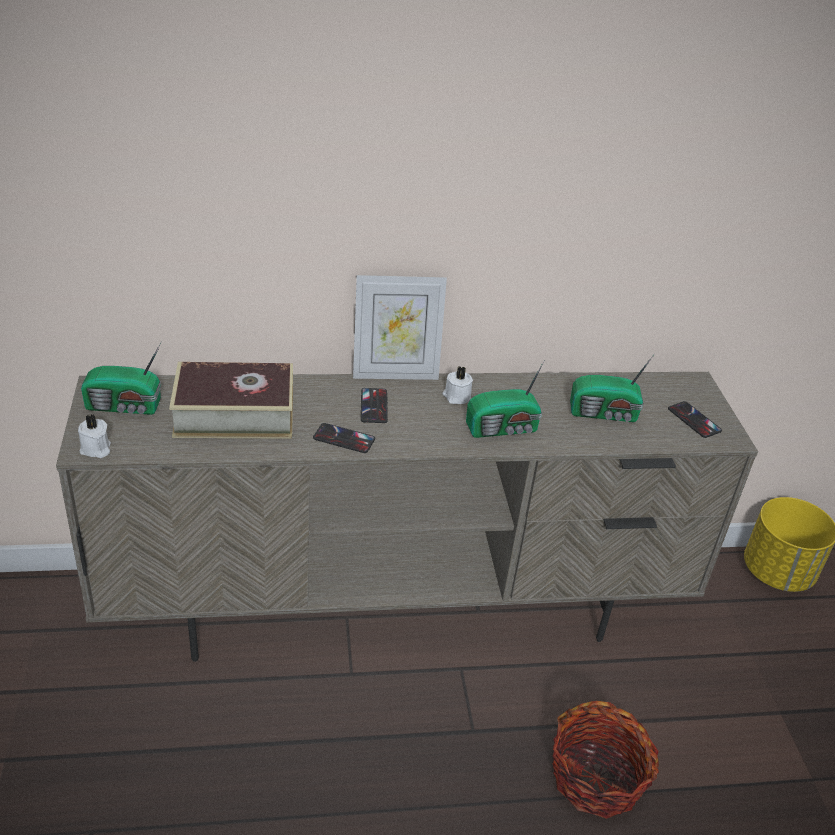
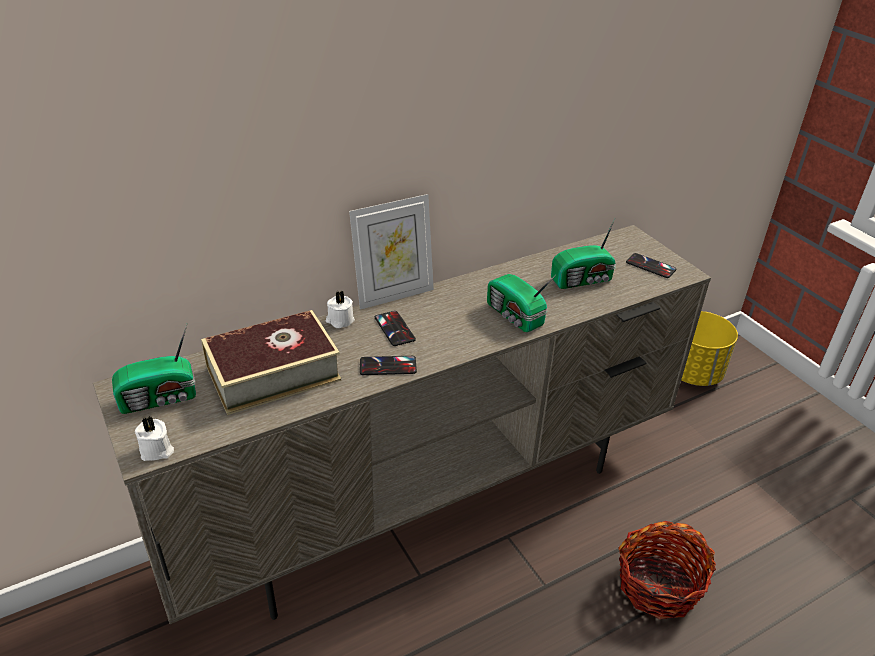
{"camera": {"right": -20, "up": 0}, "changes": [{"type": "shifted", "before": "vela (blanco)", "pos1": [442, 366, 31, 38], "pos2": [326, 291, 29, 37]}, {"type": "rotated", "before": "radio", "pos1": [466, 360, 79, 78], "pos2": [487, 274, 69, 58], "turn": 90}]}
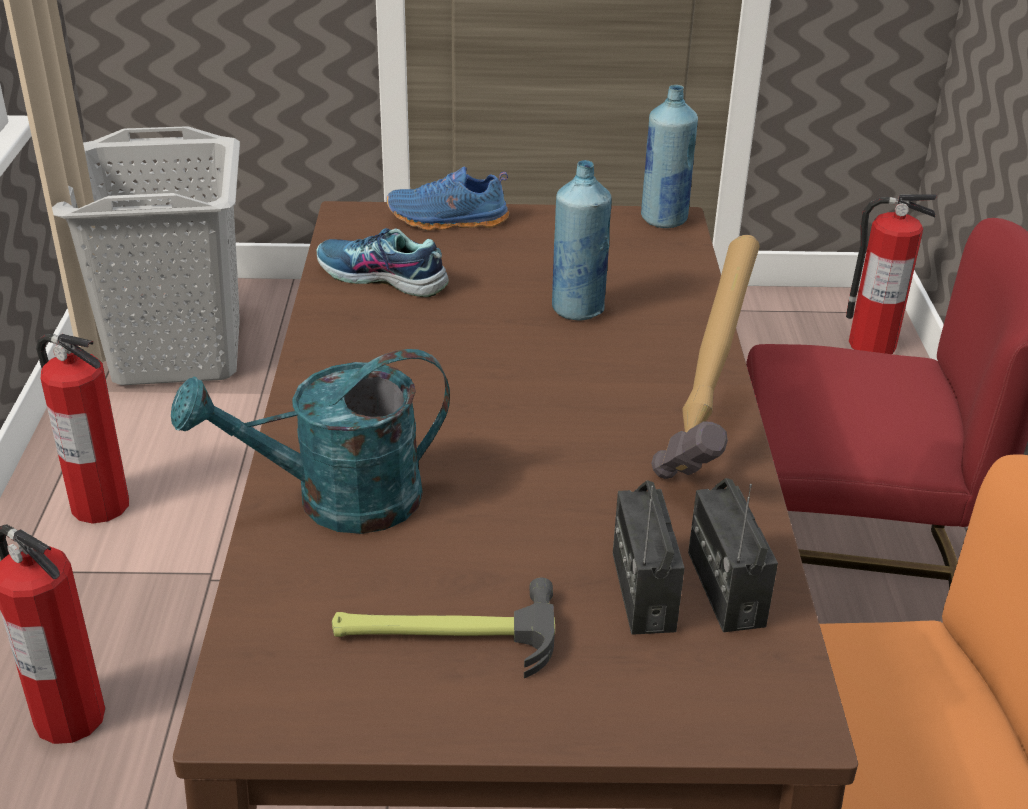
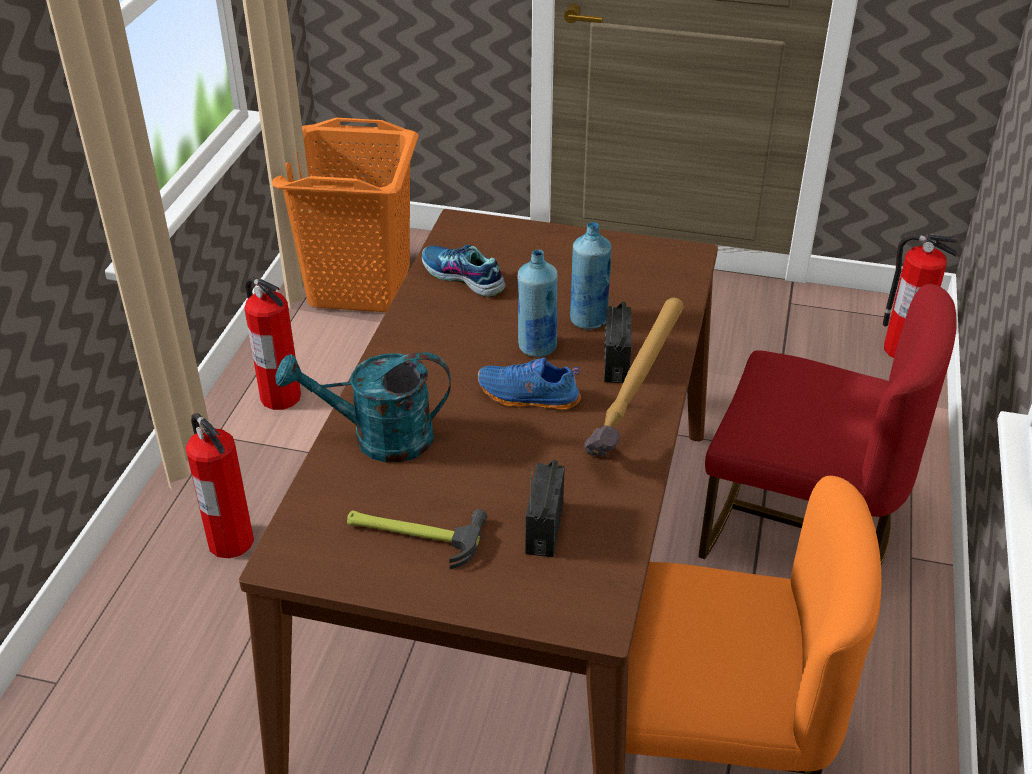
{"camera": {"right": 15, "up": 5}, "changes": [{"type": "repainted", "before": "cesto de la ropa (gris)", "after": "cesto de la ropa (naranja)", "pos1": [52, 126, 188, 259], "pos2": [272, 118, 147, 194]}, {"type": "shifted", "before": "zapato (azul)", "pos1": [386, 167, 123, 63], "pos2": [478, 358, 103, 53]}, {"type": "shifted", "before": "botella (azul)", "pos1": [641, 85, 57, 143], "pos2": [518, 249, 40, 108]}, {"type": "shifted", "before": "radio", "pos1": [688, 478, 90, 154], "pos2": [604, 300, 27, 83]}]}
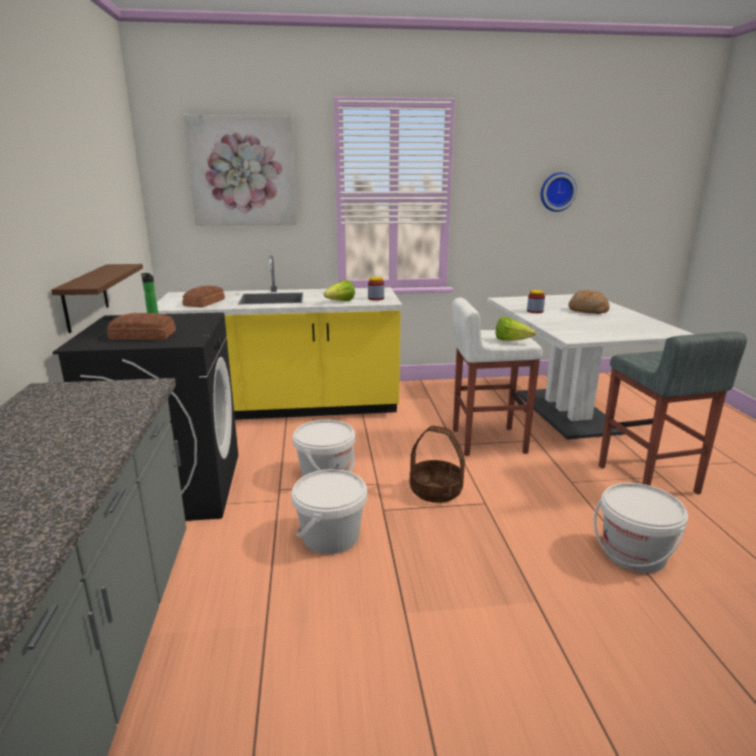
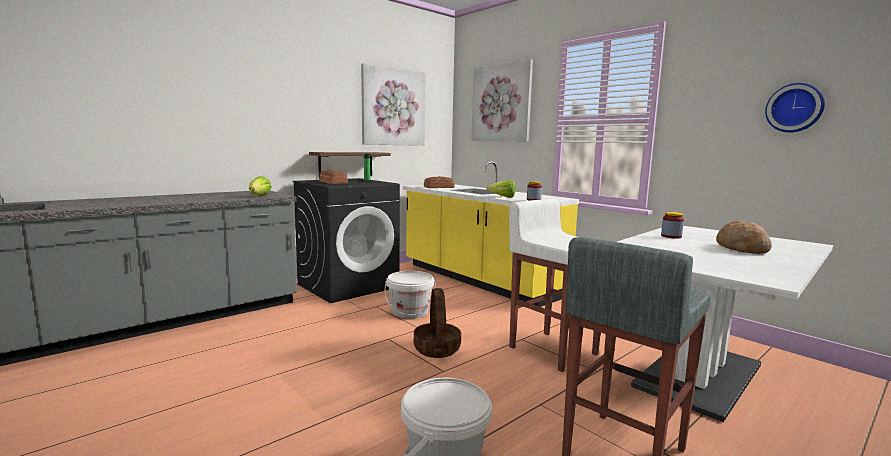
{"camera": {"right": 55, "up": -10}, "changes": [{"type": "gone", "before": "cubo (blanco)", "pos1": [291, 469, 76, 85]}, {"type": "shifted", "before": "lechuga", "pos1": [495, 317, 41, 24], "pos2": [249, 176, 23, 20]}, {"type": "new", "after": "cuadro", "pos2": [361, 63, 65, 83]}]}
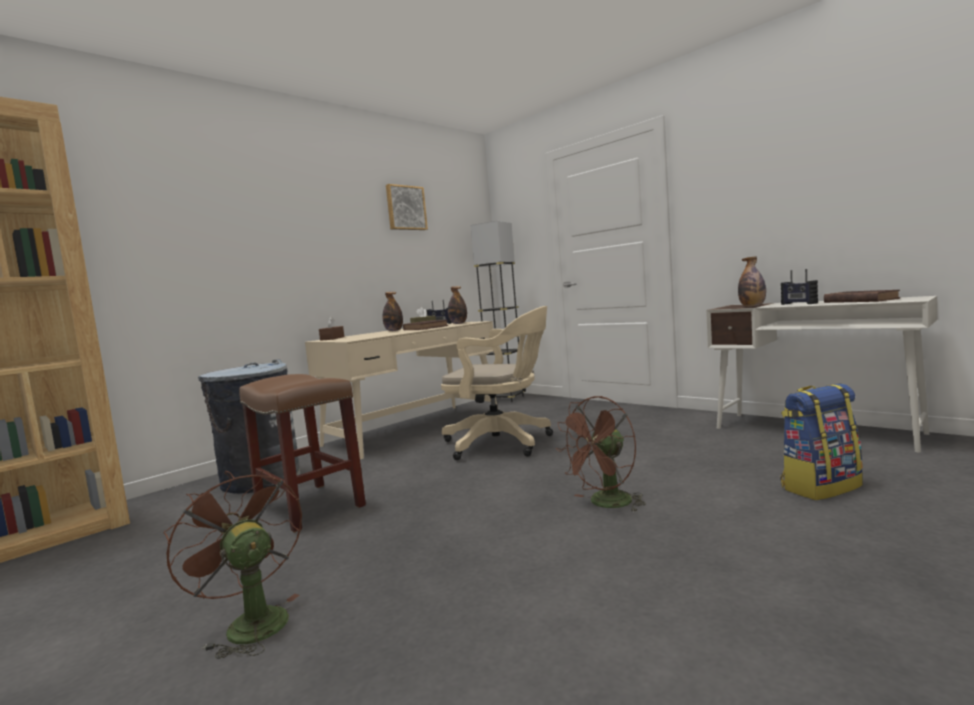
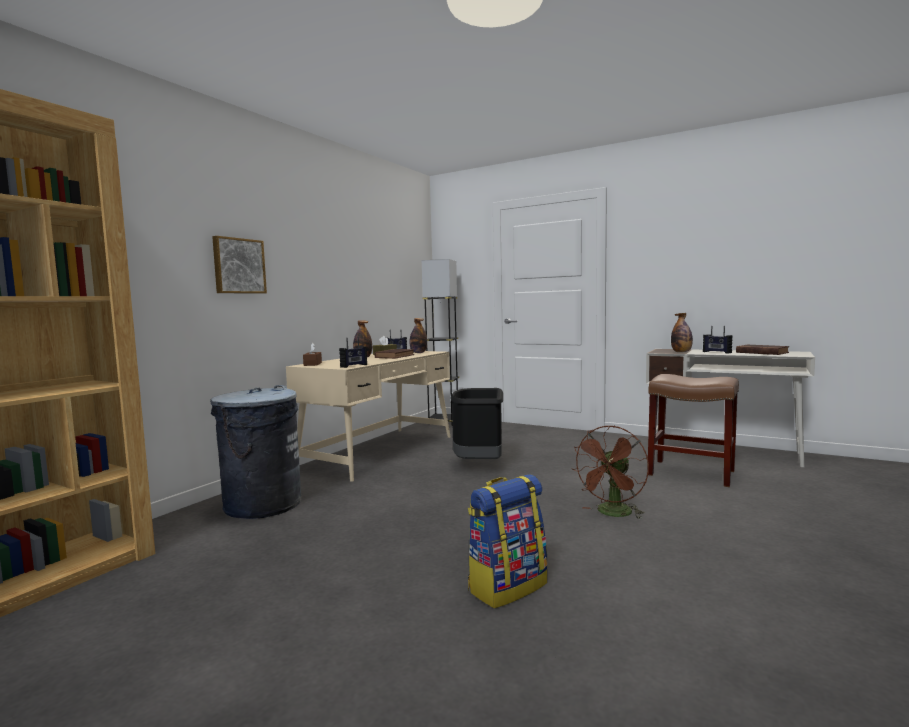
{"camera": {"right": -15, "up": 0}, "changes": [{"type": "gone", "before": "ventilador (marrón)", "pos1": [163, 470, 139, 189]}, {"type": "shifted", "before": "taburete (marrón)", "pos1": [239, 374, 127, 159], "pos2": [647, 374, 92, 113]}, {"type": "shifted", "before": "cuadro", "pos1": [386, 184, 42, 46], "pos2": [212, 236, 55, 58]}, {"type": "swapped", "before": "silla de oficina (beis)", "after": "papelera (negro)", "pos1": [441, 306, 112, 154], "pos2": [450, 388, 53, 71]}, {"type": "shifted", "before": "mochila", "pos1": [781, 384, 82, 116], "pos2": [468, 474, 80, 135]}, {"type": "new", "after": "radio", "pos2": [339, 337, 28, 31]}]}
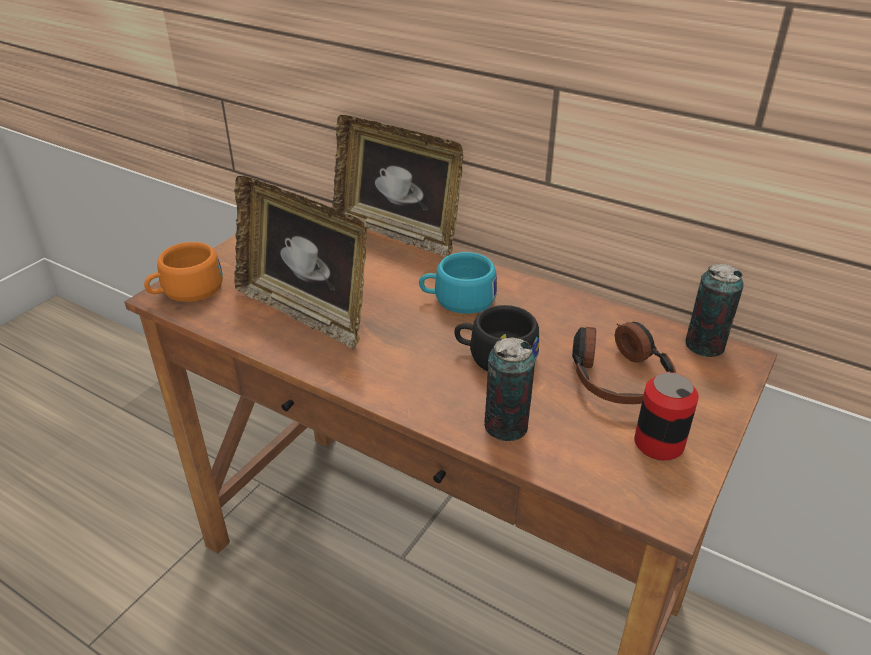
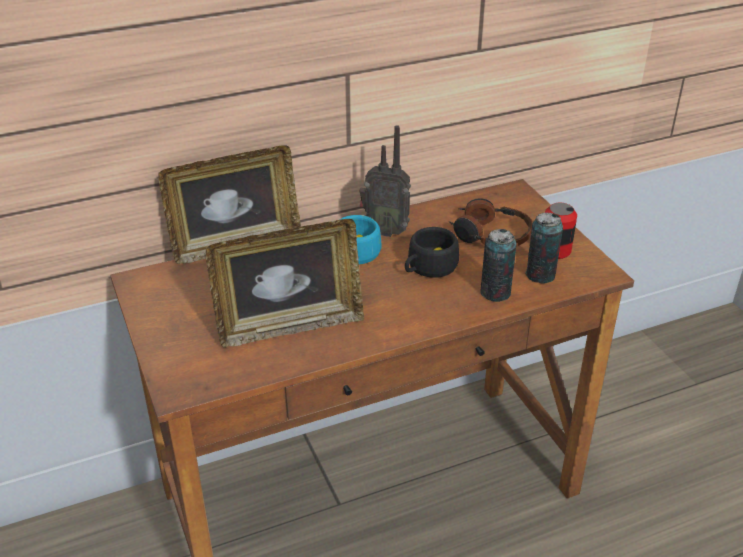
{"camera": {"right": -55, "up": 0}, "changes": [{"type": "gone", "before": "taza (naranja)", "pos1": [144, 242, 79, 60]}, {"type": "shifted", "before": "lata", "pos1": [685, 264, 59, 93], "pos2": [525, 213, 38, 71]}, {"type": "new", "after": "radio", "pos2": [360, 125, 51, 112]}]}
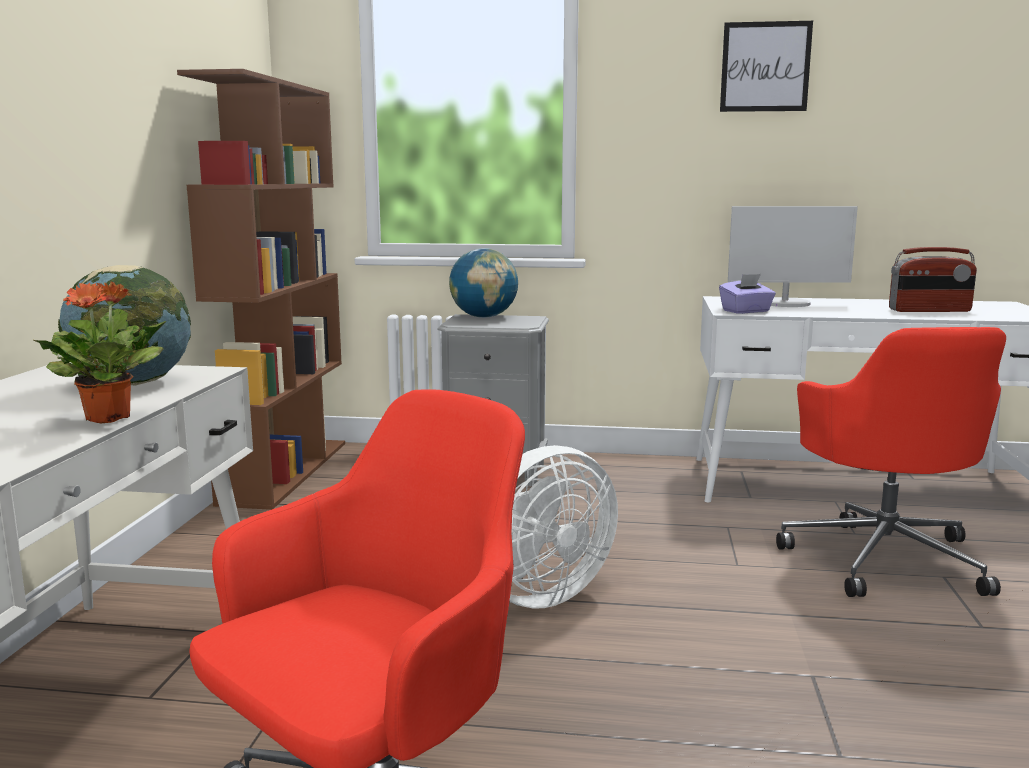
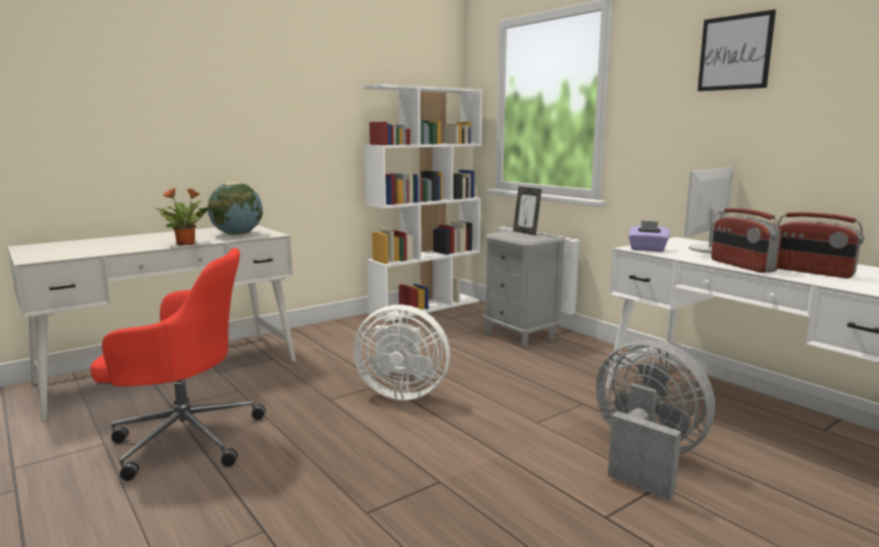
{"camera": {"right": 45, "up": 0}, "changes": [{"type": "repainted", "before": "estantería (marrón)", "after": "estantería (blanco)", "pos1": [177, 69, 168, 441], "pos2": [362, 84, 121, 237]}, {"type": "swapped", "before": "globo terráqueo", "after": "portarretratos", "pos1": [449, 248, 69, 70], "pos2": [513, 187, 29, 49]}, {"type": "rotated", "before": "monitor", "pos1": [728, 206, 130, 101], "pos2": [684, 167, 50, 86], "turn": 90}, {"type": "swapped", "before": "silla de oficina (rojo)", "after": "ventilador (gris)", "pos1": [776, 327, 230, 270], "pos2": [596, 339, 119, 161]}, {"type": "new", "after": "radio", "pos2": [711, 208, 71, 65]}]}
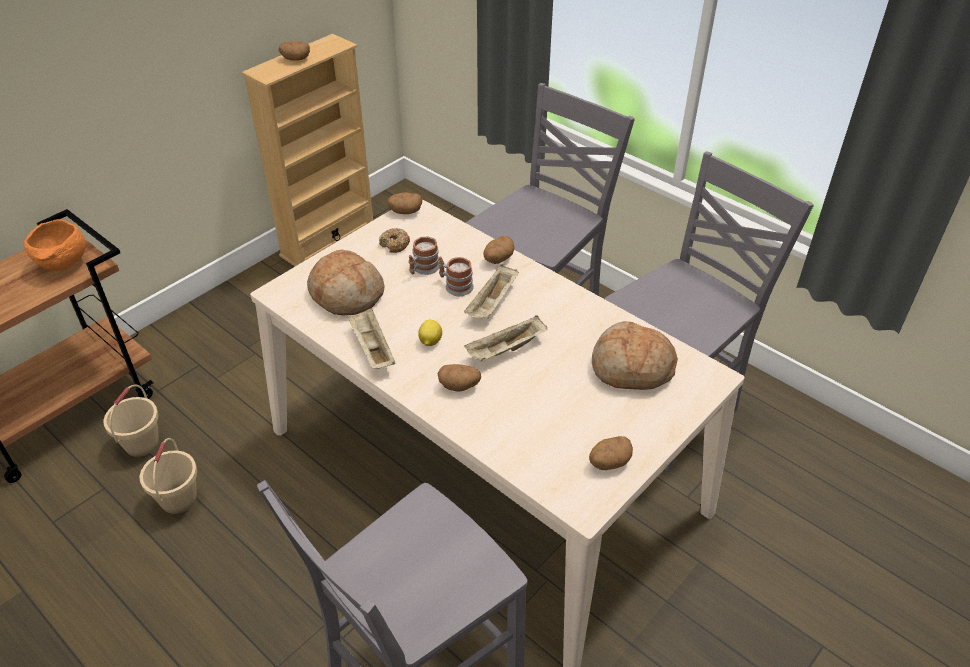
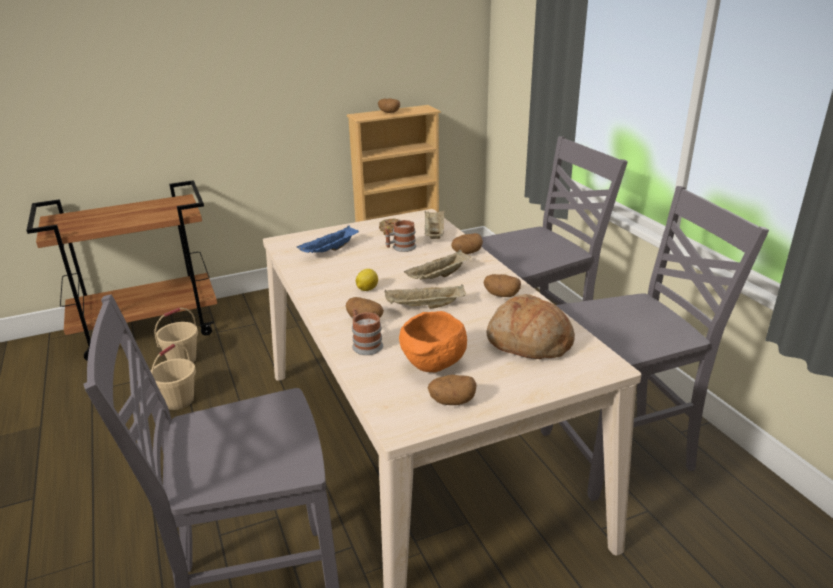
{"camera": {"right": 25, "up": -15}, "changes": [{"type": "shifted", "before": "cuenco (naranja)", "pos1": [24, 219, 62, 52], "pos2": [399, 311, 68, 61]}, {"type": "swapped", "before": "pan", "after": "bandeja (azul)", "pos1": [307, 250, 77, 65], "pos2": [297, 226, 62, 27]}, {"type": "shifted", "before": "bandeja (beis)", "pos1": [348, 308, 47, 61], "pos2": [425, 211, 19, 28]}, {"type": "shifted", "before": "patata", "pos1": [387, 192, 35, 22], "pos2": [483, 274, 38, 23]}, {"type": "shifted", "before": "taza grande", "pos1": [439, 256, 35, 40], "pos2": [352, 309, 31, 46]}]}
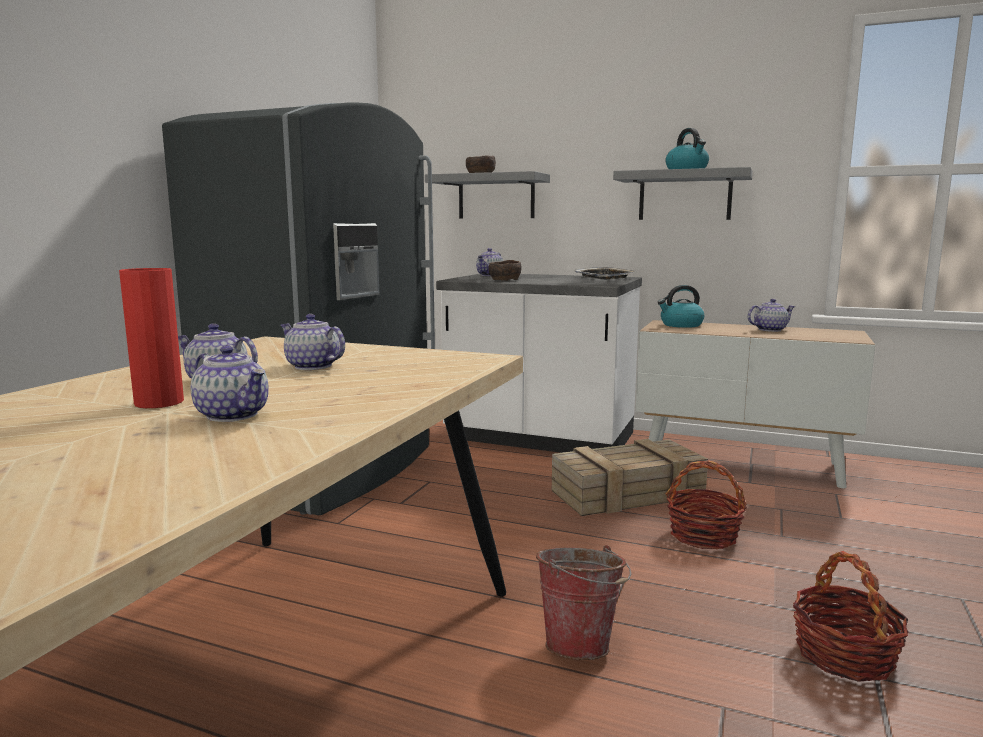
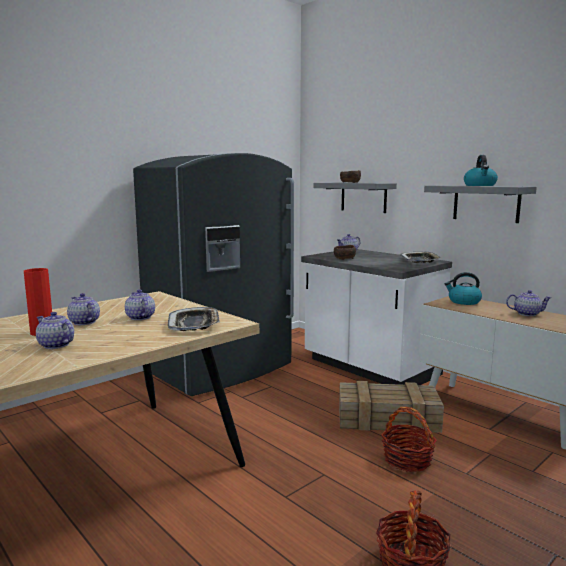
{"camera": {"right": 25, "up": 0}, "changes": [{"type": "rotated", "before": "tetera", "pos1": [190, 345, 79, 77], "pos2": [36, 312, 38, 37], "turn": 150}, {"type": "gone", "before": "cubo", "pos1": [536, 545, 95, 115]}, {"type": "new", "after": "bandeja", "pos2": [168, 307, 52, 24]}]}
